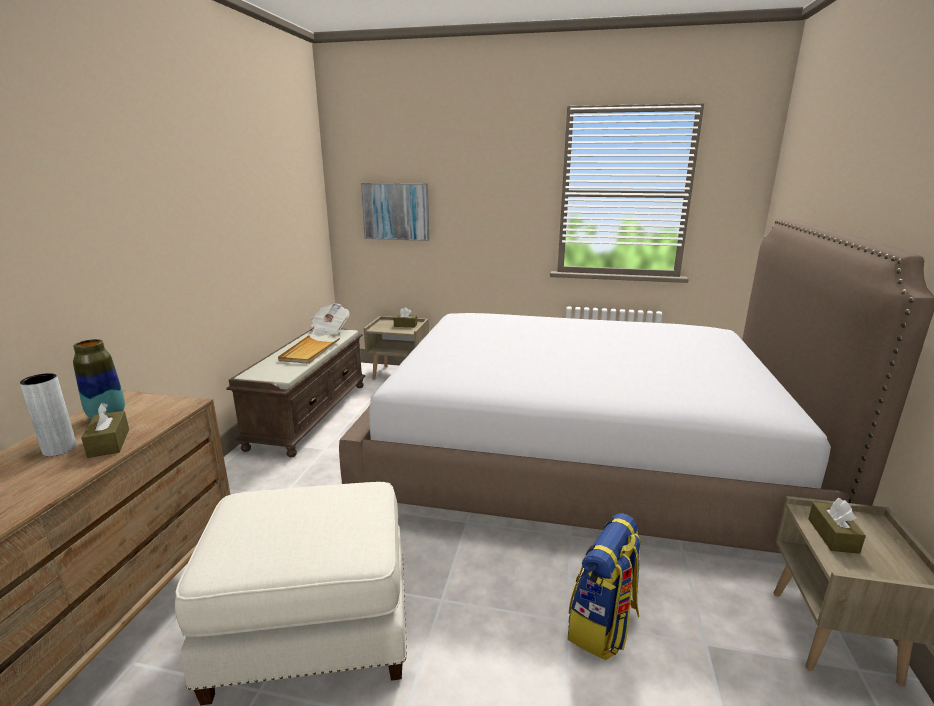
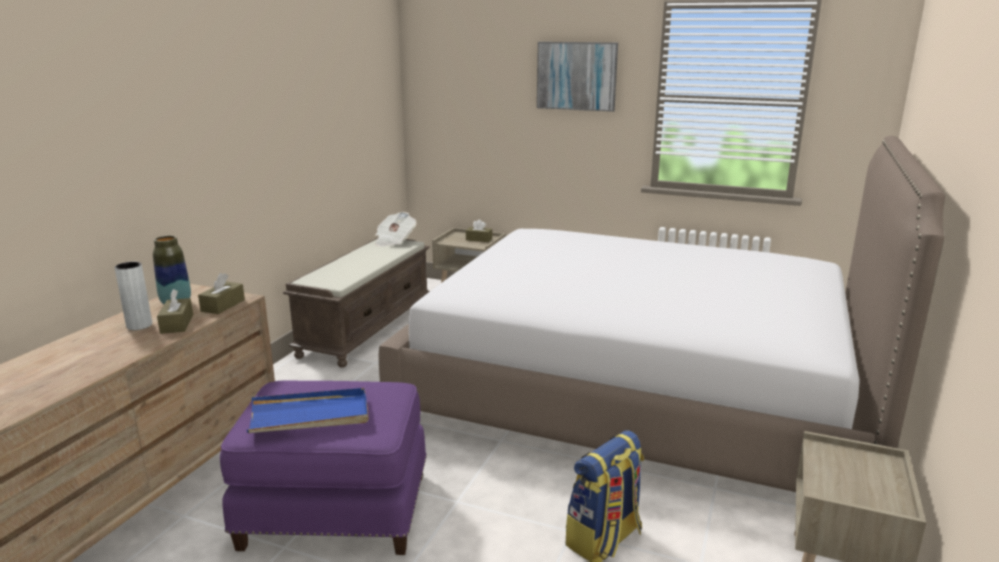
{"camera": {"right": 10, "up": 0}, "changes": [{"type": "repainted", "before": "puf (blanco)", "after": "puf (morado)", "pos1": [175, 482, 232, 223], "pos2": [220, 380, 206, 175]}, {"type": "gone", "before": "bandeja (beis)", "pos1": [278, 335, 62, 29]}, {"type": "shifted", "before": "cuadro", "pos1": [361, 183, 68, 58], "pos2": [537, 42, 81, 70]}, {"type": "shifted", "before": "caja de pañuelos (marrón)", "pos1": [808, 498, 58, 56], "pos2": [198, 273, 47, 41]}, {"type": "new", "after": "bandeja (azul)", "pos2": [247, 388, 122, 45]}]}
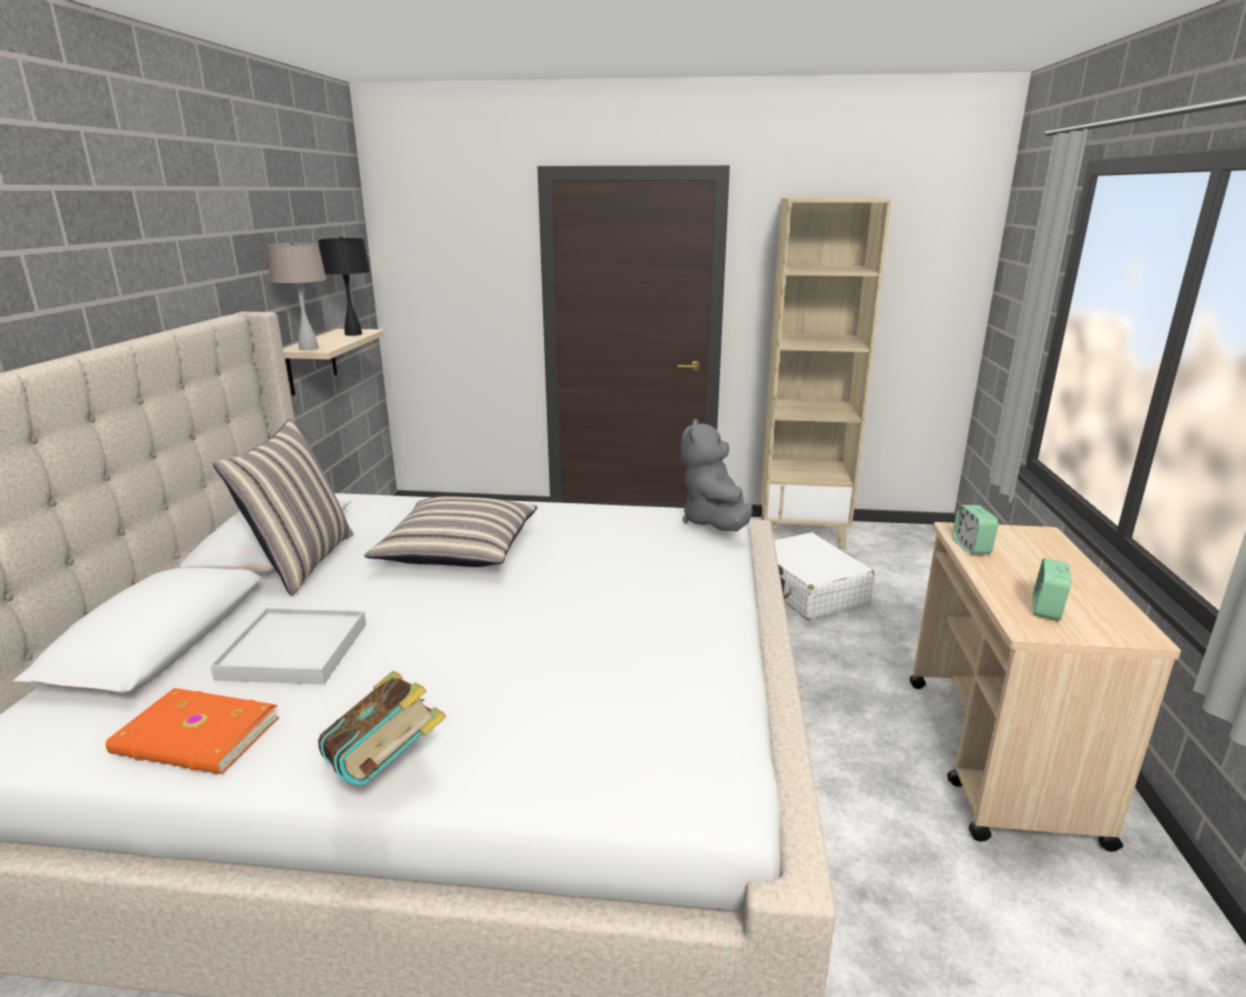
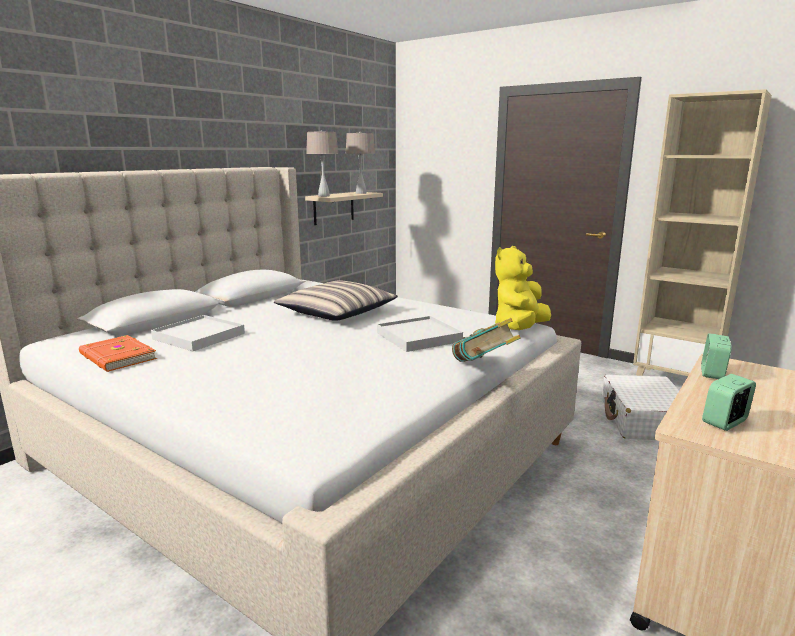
{"camera": {"right": 30, "up": -5}, "changes": [{"type": "gone", "before": "cojín", "pos1": [213, 419, 140, 177]}, {"type": "repainted", "before": "lámpara de mesa (negro)", "after": "lámpara de mesa (beis)", "pos1": [318, 236, 52, 100], "pos2": [345, 132, 30, 62]}, {"type": "shifted", "before": "libro", "pos1": [318, 671, 128, 115], "pos2": [452, 318, 69, 44]}, {"type": "repainted", "before": "peluche (gris)", "after": "peluche (amarillo)", "pos1": [681, 419, 72, 112], "pos2": [495, 246, 56, 84]}, {"type": "new", "after": "bandeja (blanco)", "pos2": [377, 316, 86, 36]}]}
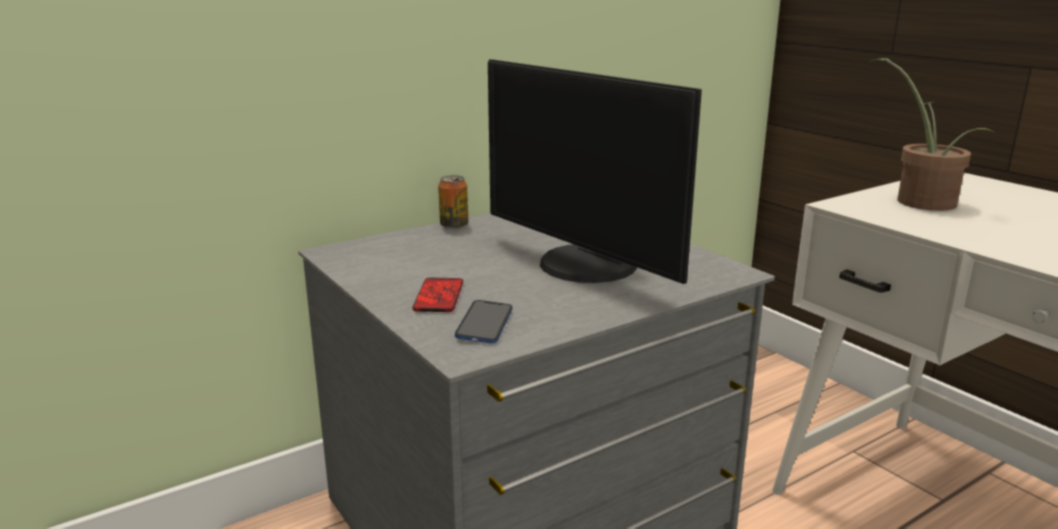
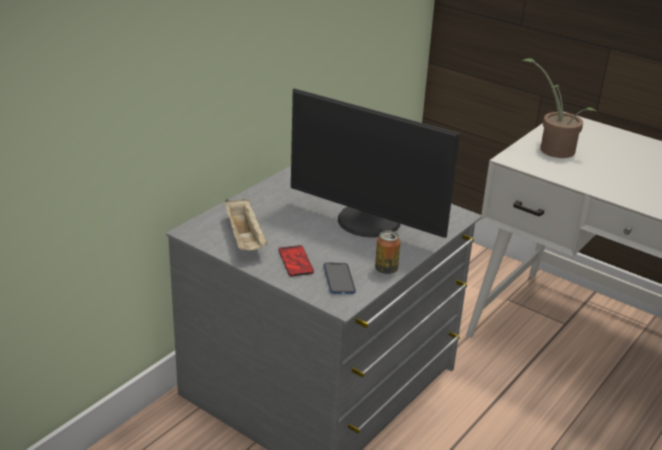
{"camera": {"right": -20, "up": 10}, "changes": [{"type": "shifted", "before": "lata", "pos1": [438, 175, 31, 54], "pos2": [375, 230, 26, 44]}, {"type": "new", "after": "bandeja (beis)", "pos2": [225, 199, 42, 51]}]}
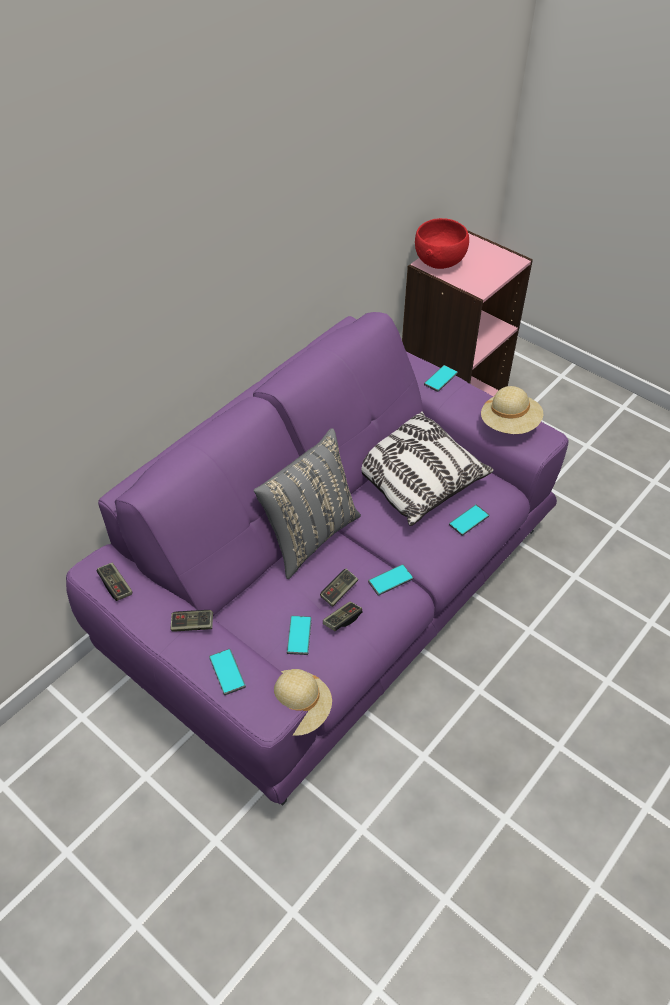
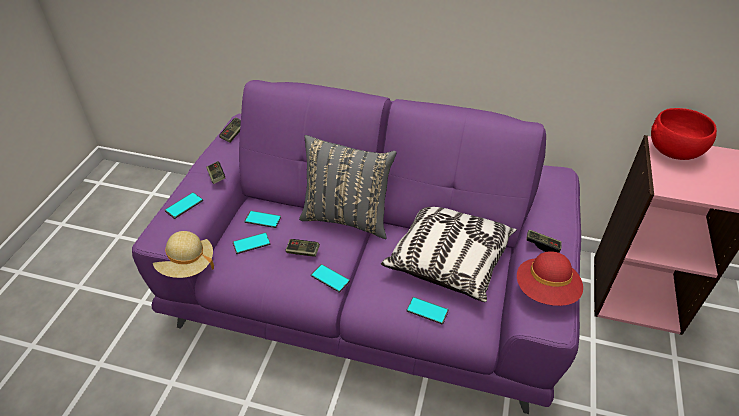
{"camera": {"right": 65, "up": -5}, "changes": [{"type": "shifted", "before": "mando de consola", "pos1": [323, 601, 40, 30], "pos2": [526, 229, 36, 24]}, {"type": "shifted", "before": "móvil", "pos1": [424, 365, 34, 27], "pos2": [244, 211, 37, 17]}, {"type": "repainted", "before": "sombrero (beis)", "after": "sombrero (rojo)", "pos1": [481, 386, 62, 48], "pos2": [517, 251, 66, 55]}]}
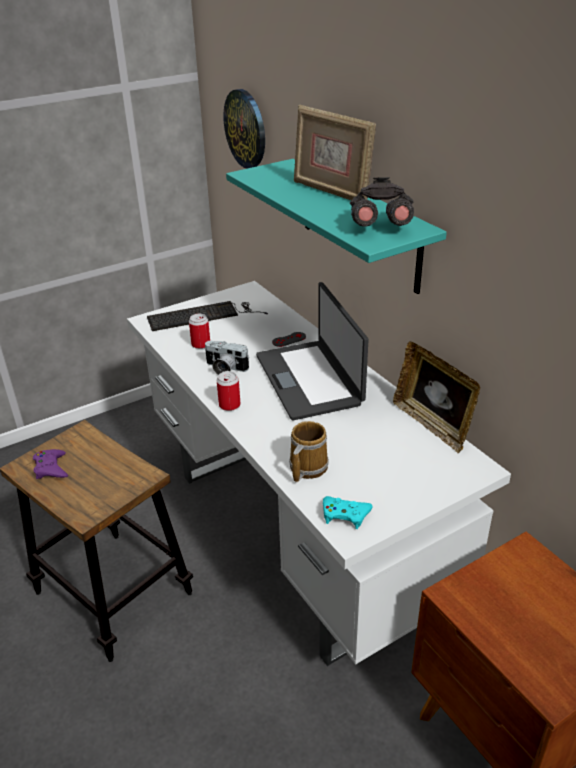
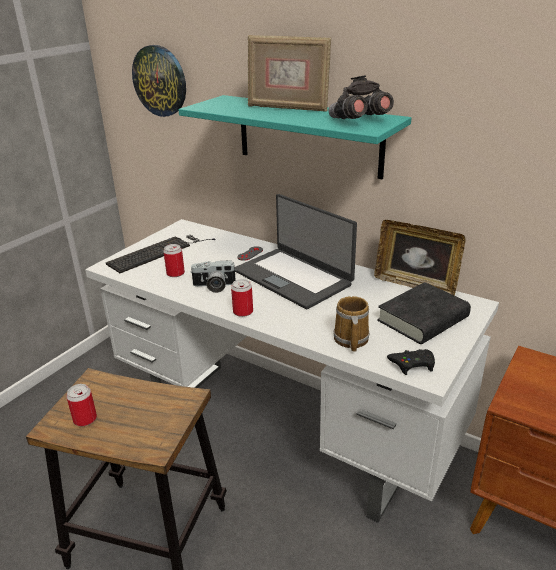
{"camera": {"right": -25, "up": -5}, "changes": [{"type": "swapped", "before": "mando de consola (morado)", "after": "lata", "pos1": [33, 449, 35, 30], "pos2": [66, 384, 31, 42]}, {"type": "repainted", "before": "mando de consola (turquesa)", "after": "mando de consola (negro)", "pos1": [323, 496, 50, 33], "pos2": [387, 349, 48, 26]}, {"type": "new", "after": "libro (negro)", "pos2": [377, 282, 94, 62]}]}
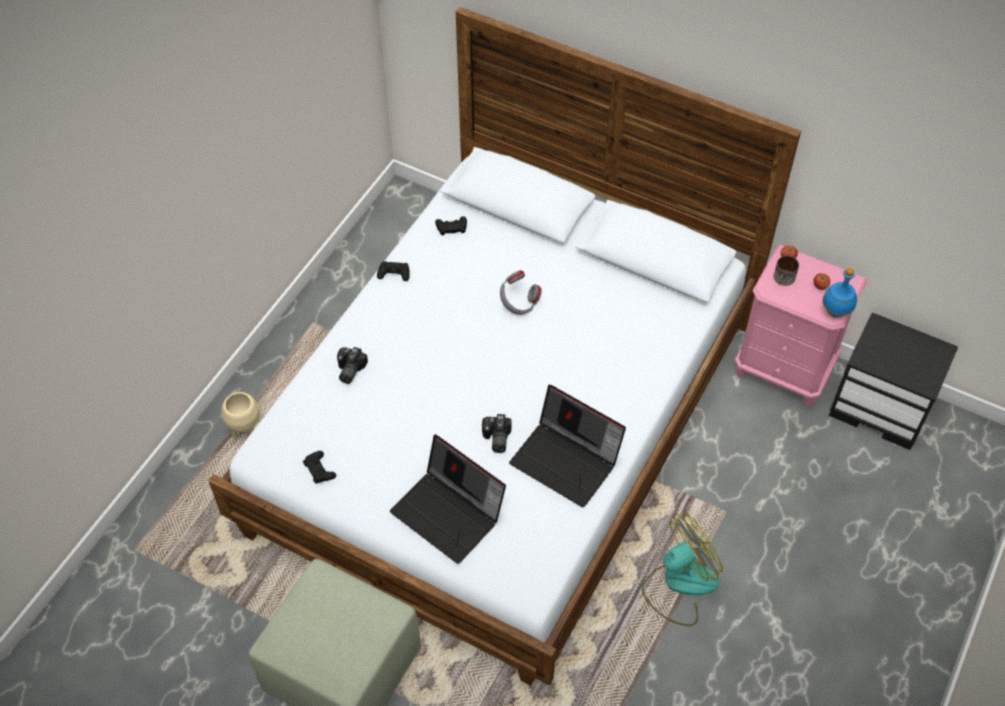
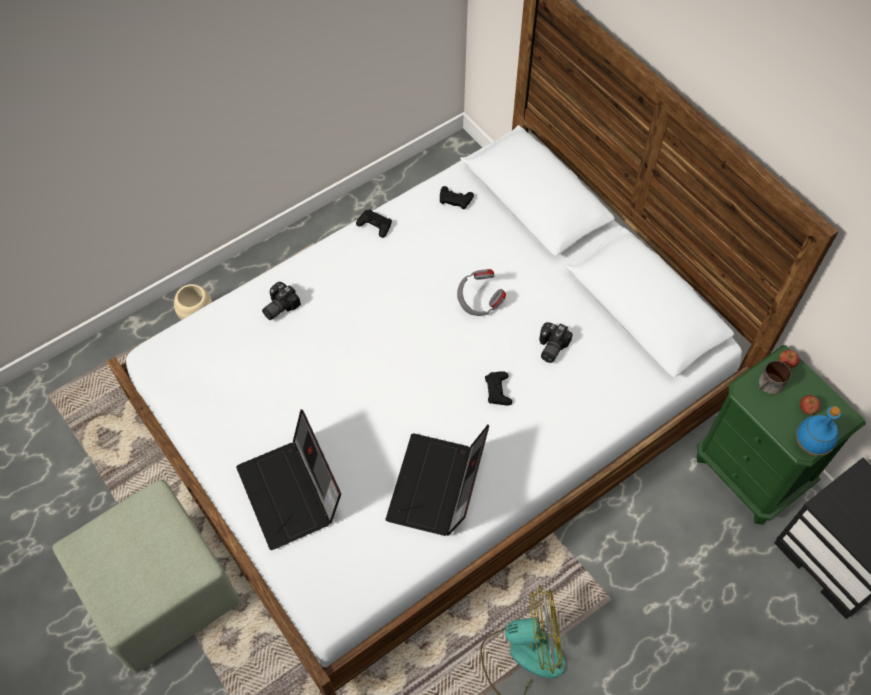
{"camera": {"right": 25, "up": 5}, "changes": [{"type": "shifted", "before": "mando de consola (negro)", "pos1": [303, 451, 33, 33], "pos2": [485, 371, 27, 35]}, {"type": "shifted", "before": "cámara", "pos1": [482, 414, 30, 39], "pos2": [539, 322, 34, 41]}, {"type": "rotated", "before": "portátil", "pos1": [509, 385, 117, 122], "pos2": [385, 425, 104, 111], "turn": 45}, {"type": "repainted", "before": "mesita de noche (rosa)", "after": "mesita de noche (verde)", "pos1": [735, 245, 132, 162], "pos2": [697, 345, 169, 180]}]}
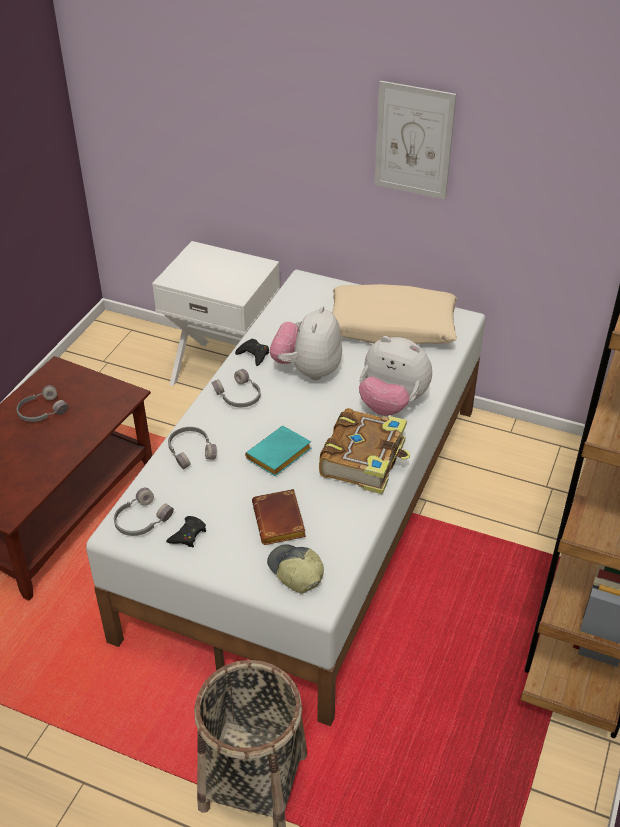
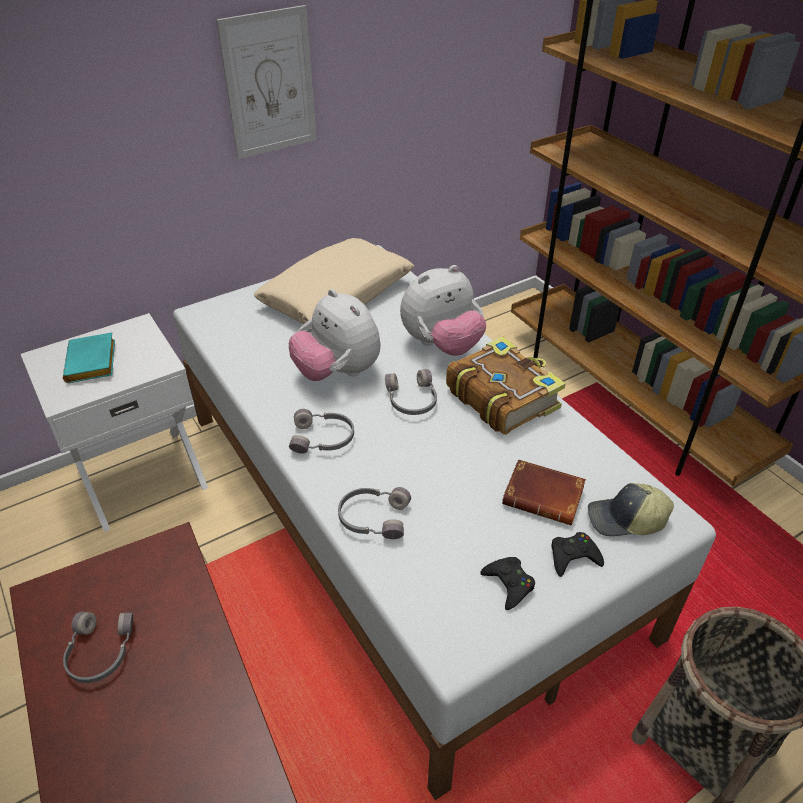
{"camera": {"right": -55, "up": 0}, "changes": [{"type": "shifted", "before": "auriculares (gris)", "pos1": [114, 488, 60, 48], "pos2": [385, 369, 52, 46]}, {"type": "shifted", "before": "mando de consola (negro)", "pos1": [235, 339, 34, 27], "pos2": [551, 532, 53, 45]}, {"type": "shifted", "before": "libro (turquesa)", "pos1": [245, 426, 66, 50], "pos2": [63, 332, 52, 51]}]}
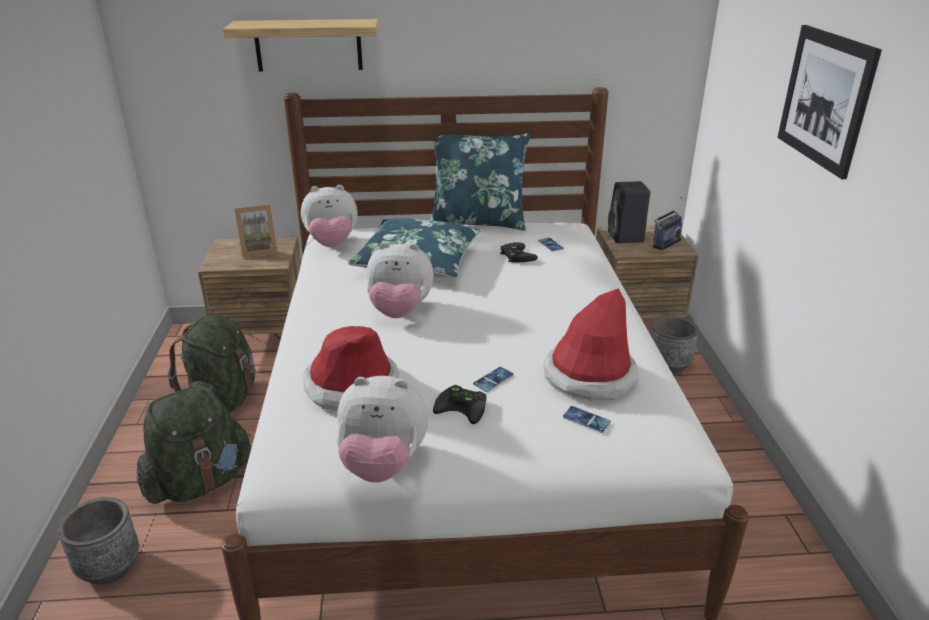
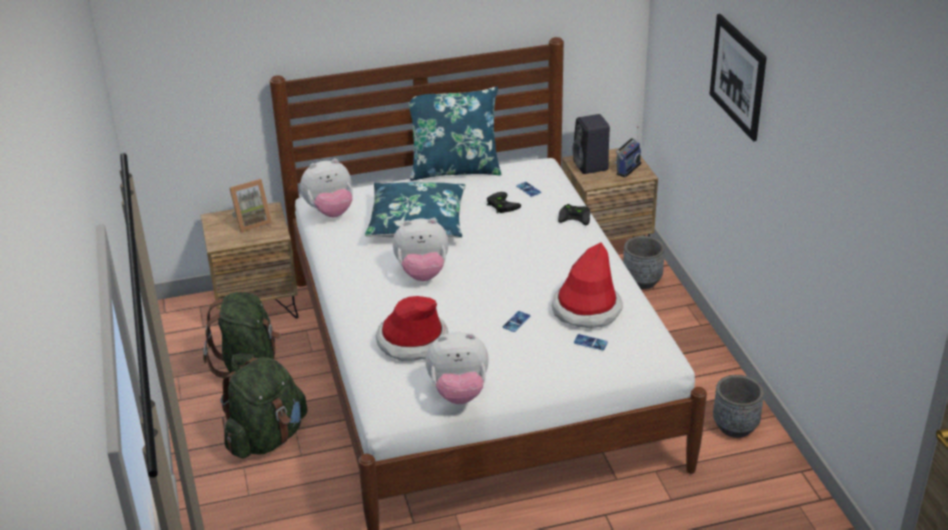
{"camera": {"right": -10, "up": 5}, "changes": [{"type": "shifted", "before": "maceta (gris)", "pos1": [58, 497, 81, 88], "pos2": [713, 375, 51, 63]}, {"type": "gone", "before": "estante", "pos1": [223, 19, 155, 52]}, {"type": "shifted", "before": "mando de consola (negro)", "pos1": [433, 385, 53, 39], "pos2": [558, 204, 32, 21]}]}
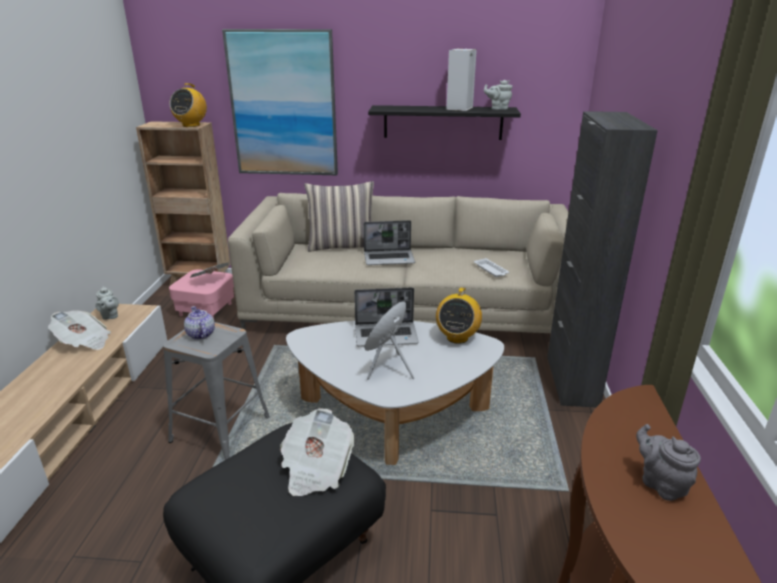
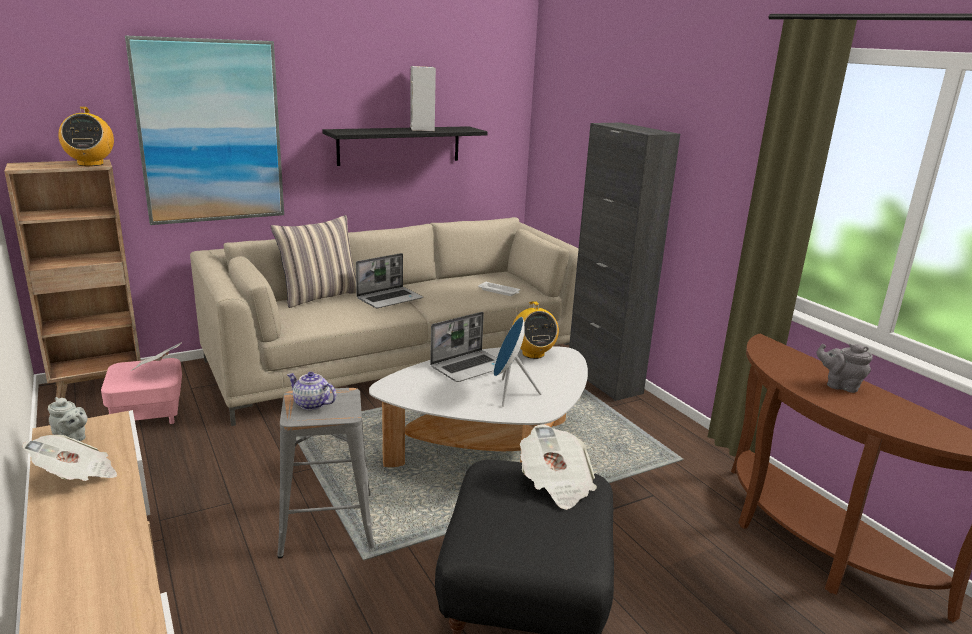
{"camera": {"right": -35, "up": -5}, "changes": [{"type": "gone", "before": "tetera (gris)", "pos1": [484, 80, 28, 30]}]}
